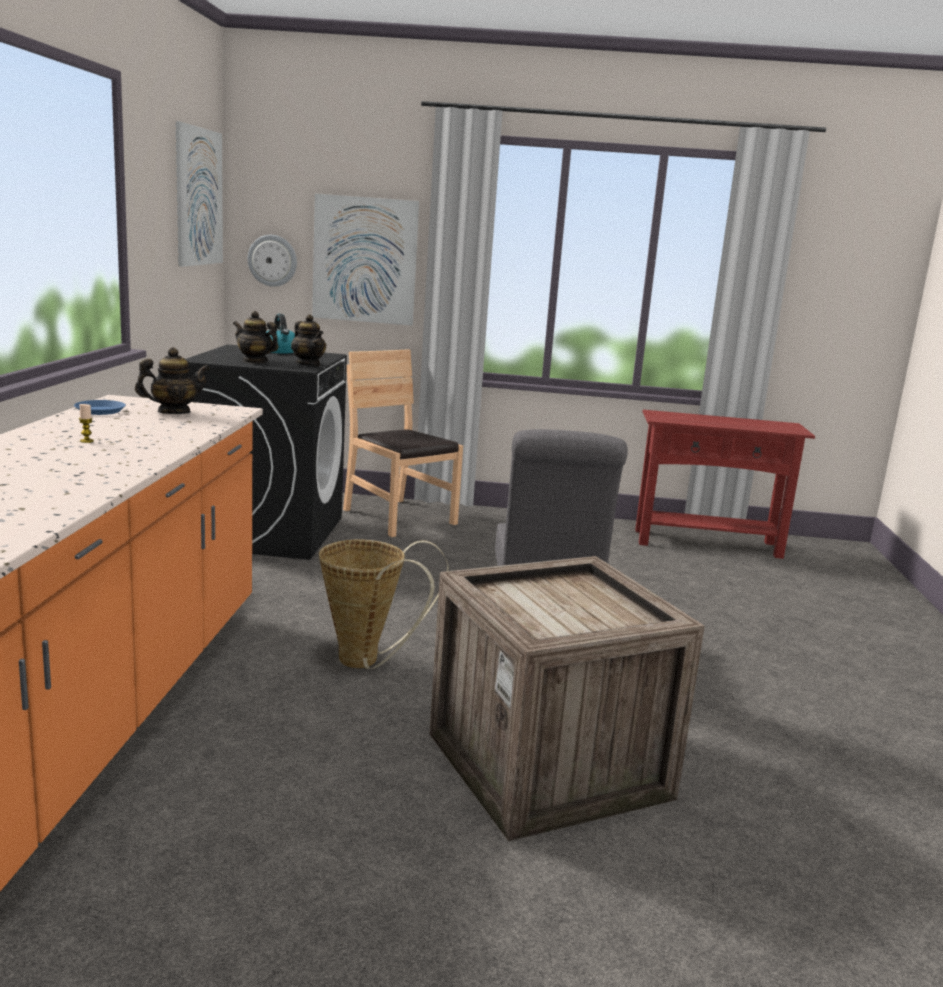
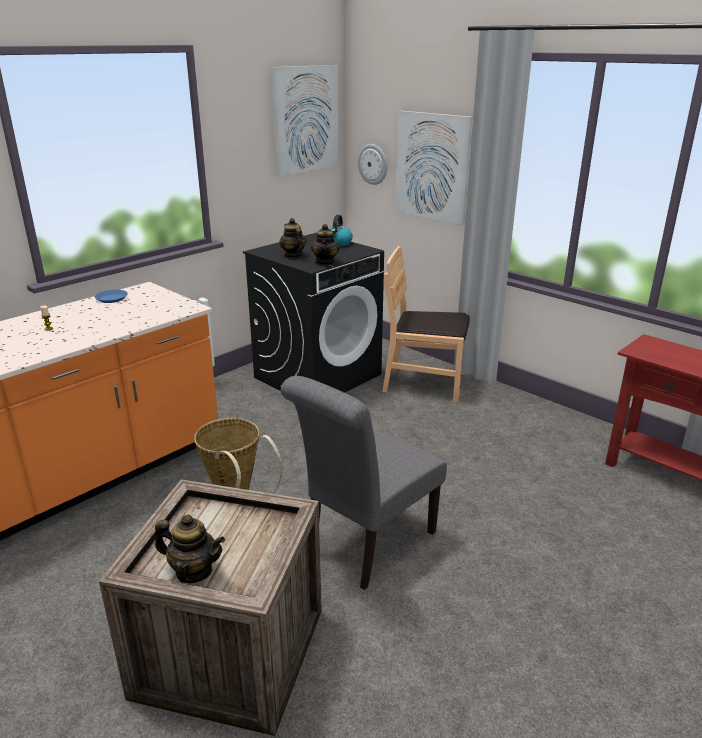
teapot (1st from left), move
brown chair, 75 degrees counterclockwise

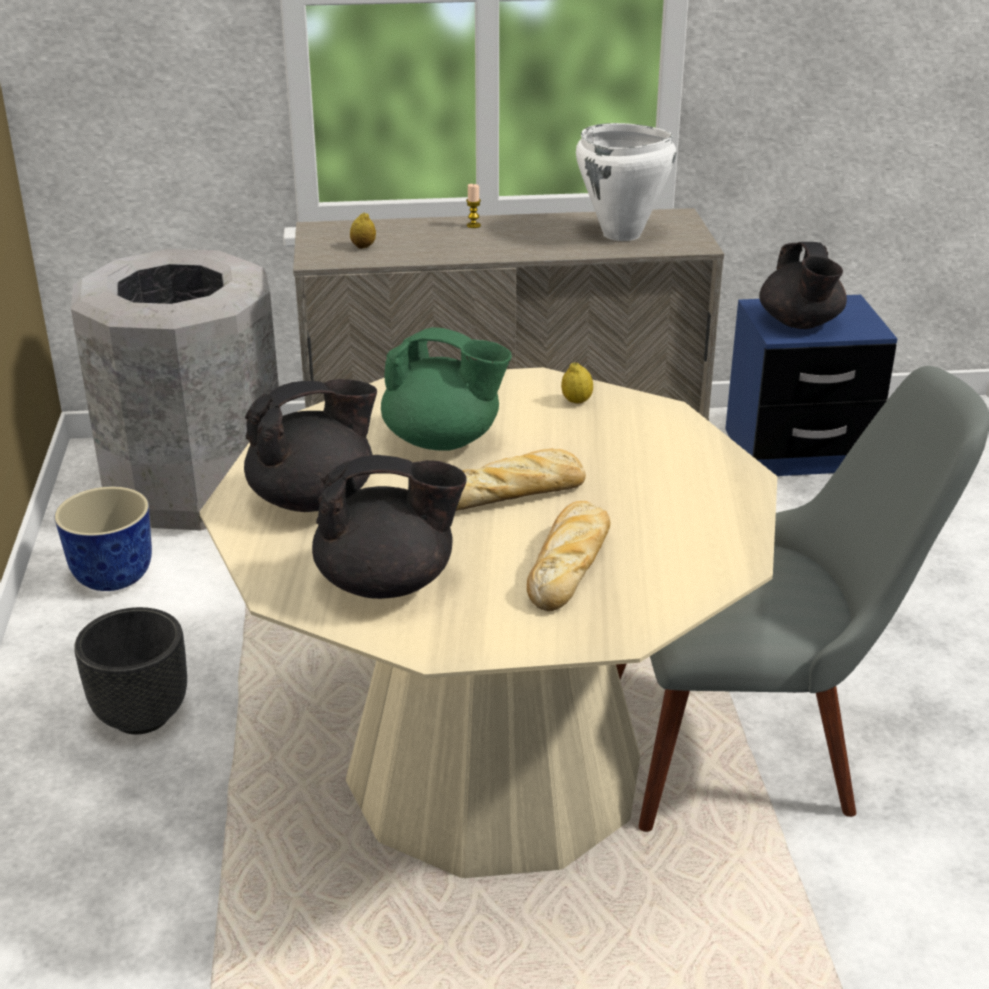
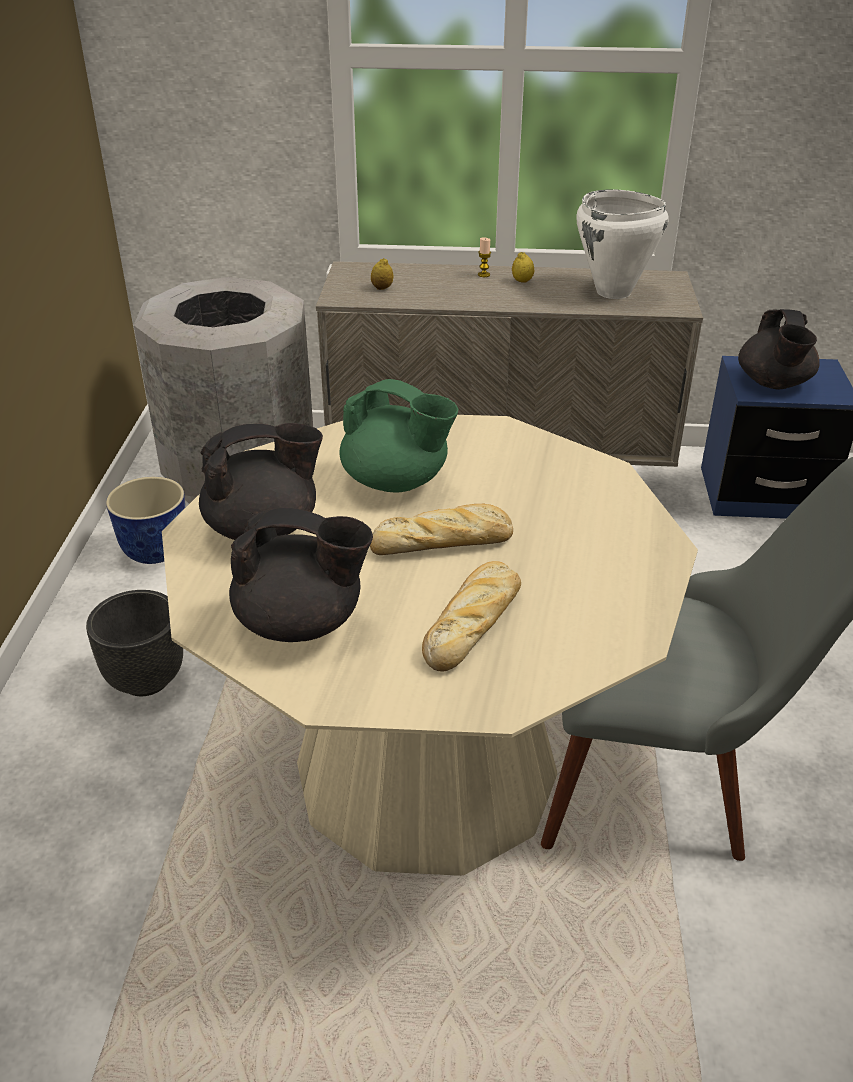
lemon (2nd from left), move

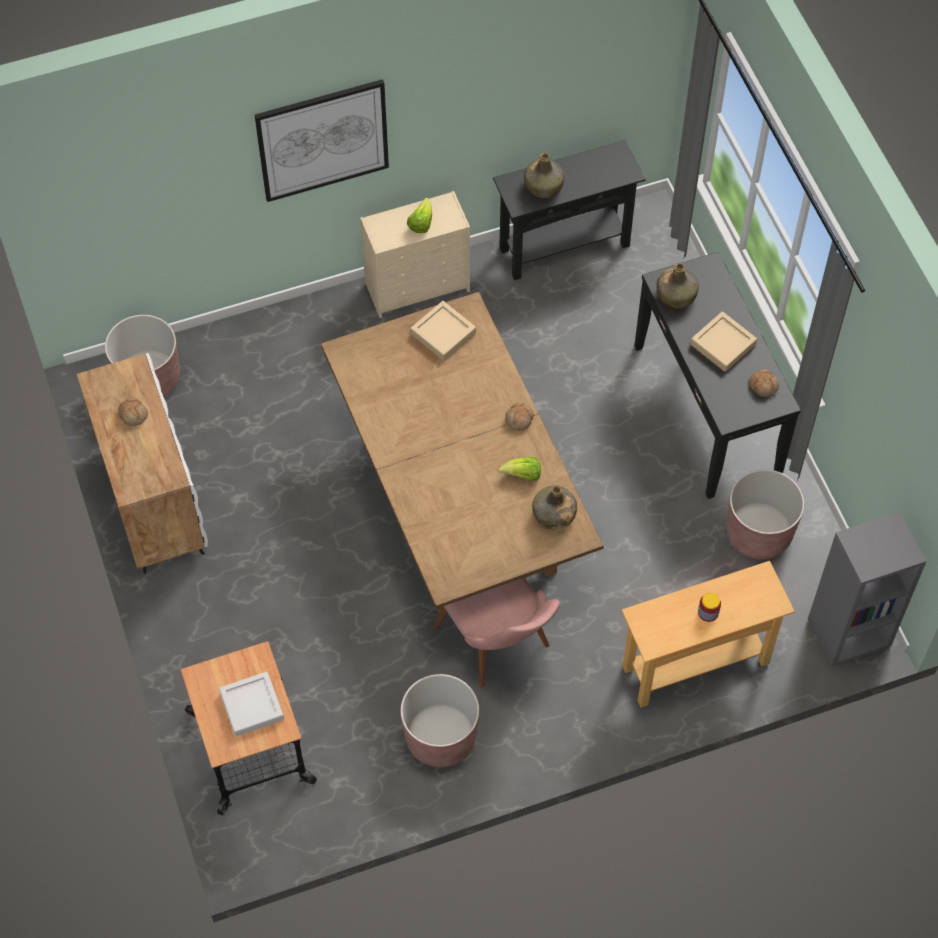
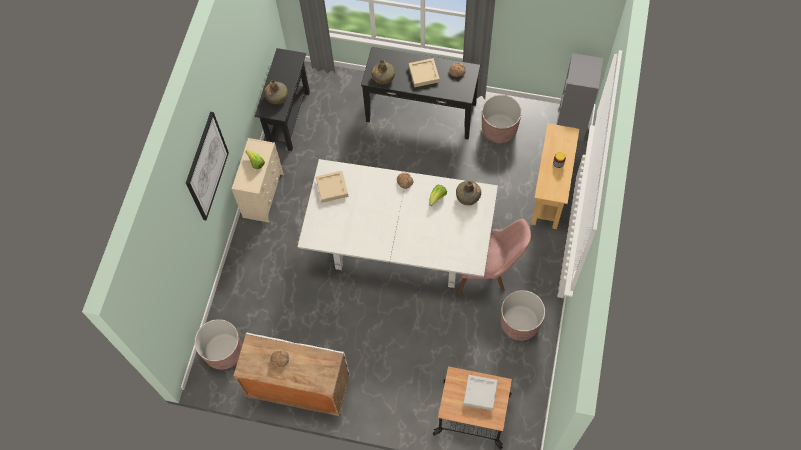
brown dining table => white dining table

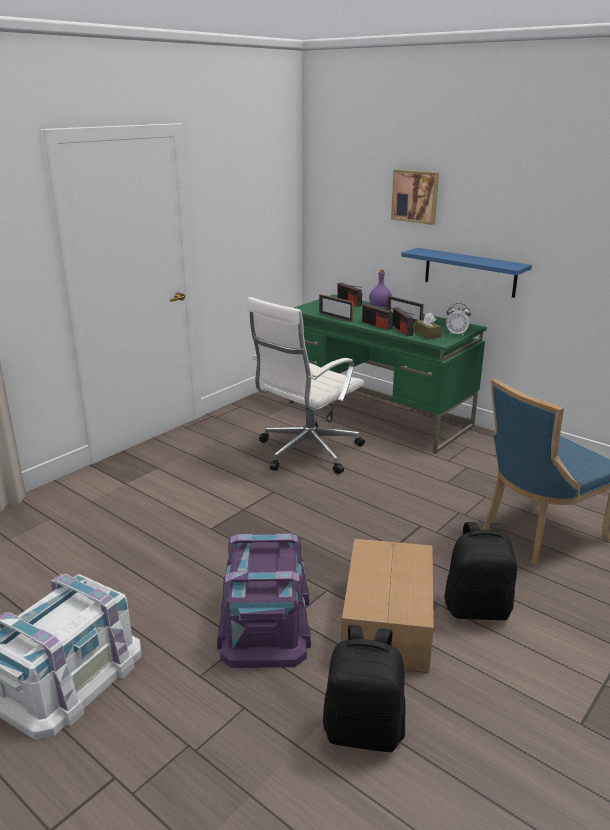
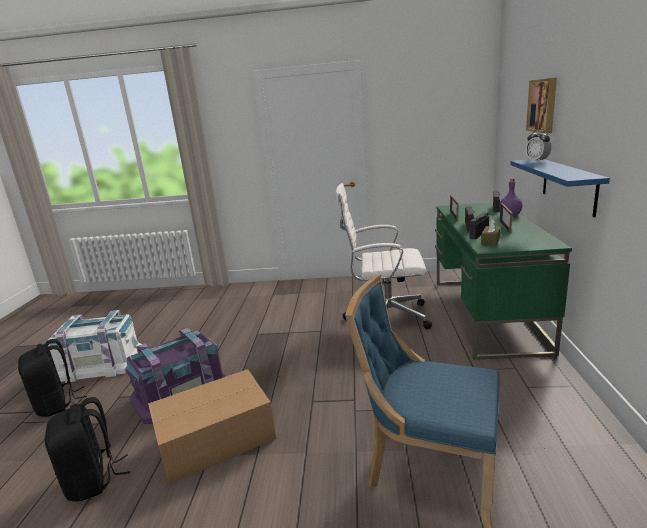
black backpack (2nd from left in the first image) => black backpack (1st from left), move
alarm clock, move

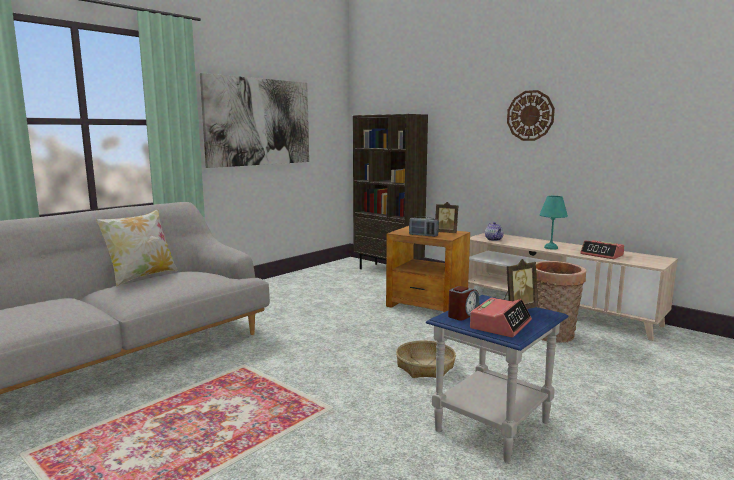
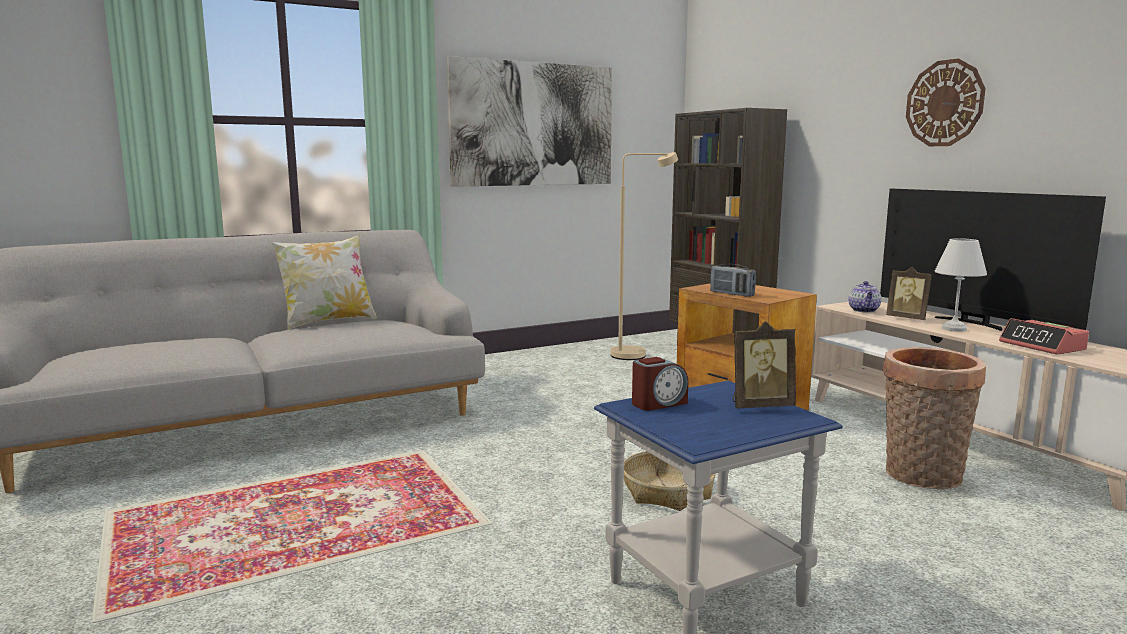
nothing => beige floor lamp
nothing => television
picture frame (1st from left in the first image) => picture frame (2nd from left), move
turquoise table lamp => white table lamp
alarm clock (2nd from left) => nothing

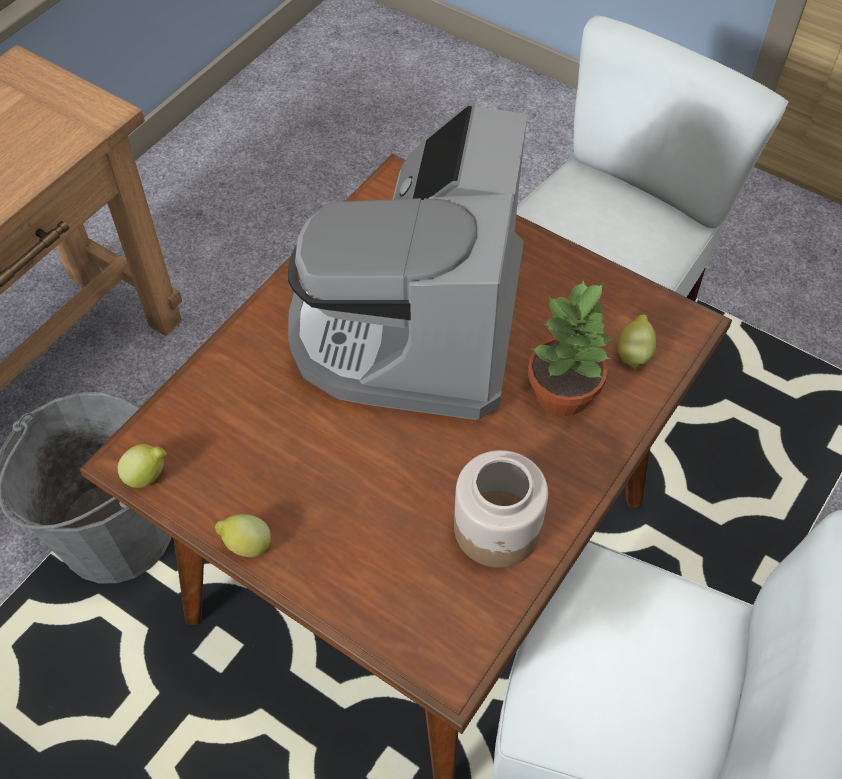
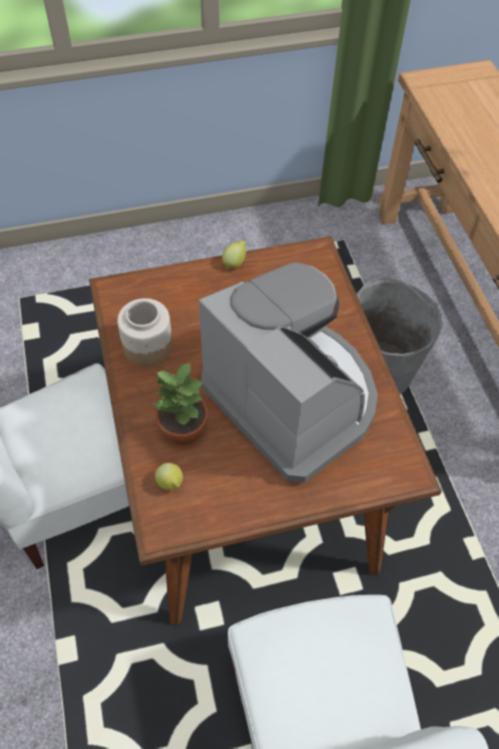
lemon (1st from left) => nothing

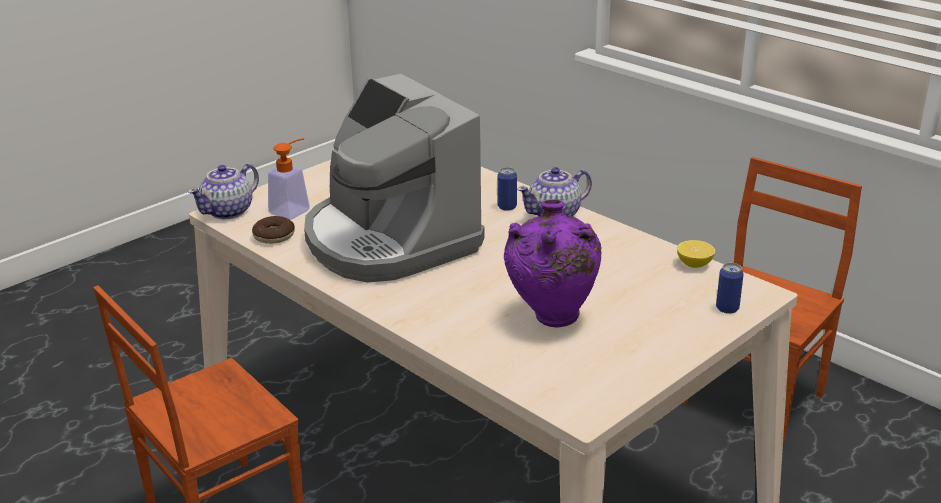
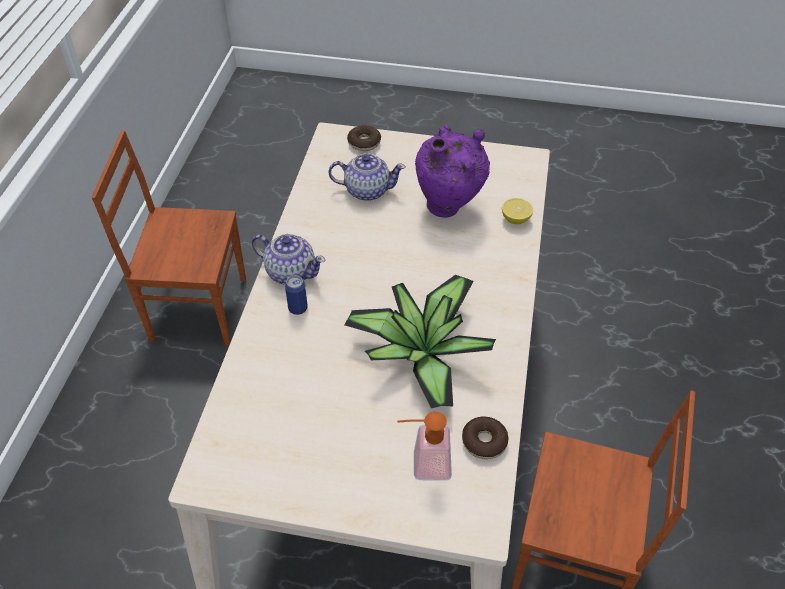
teapot (1st from left in the first image) => teapot (2nd from left), move
coffee machine => potted plant
can (2nd from left) => donut (1st from left)
lemon, move

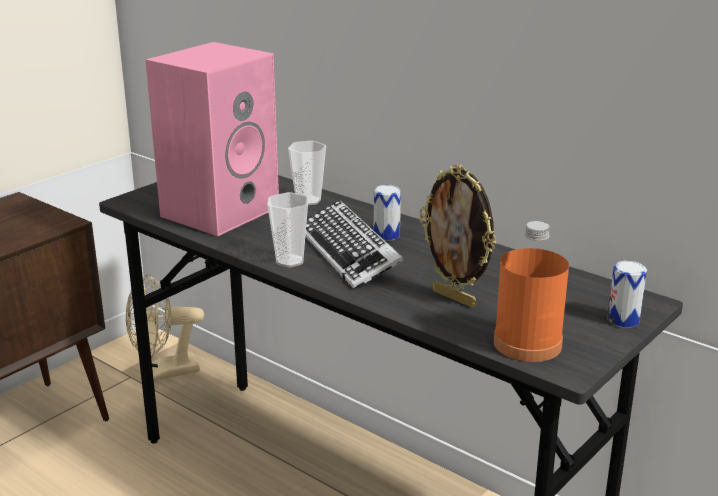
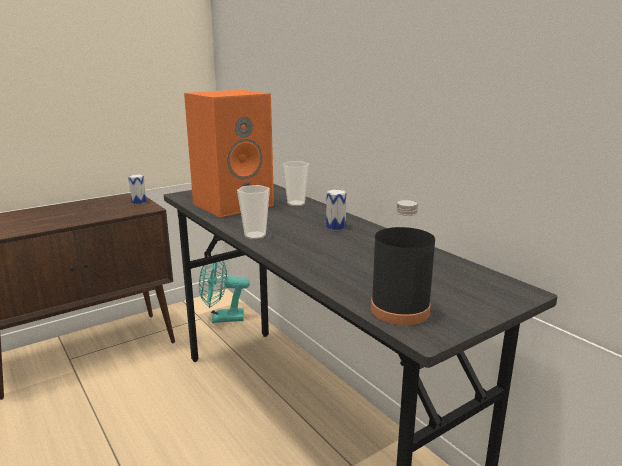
can (2nd from left in the first image) => can (1st from left), move
pink speaker => orange speaker
beige fan => turquoise fan
orange bottle => black bottle
keyboard => nothing
picture frame => nothing

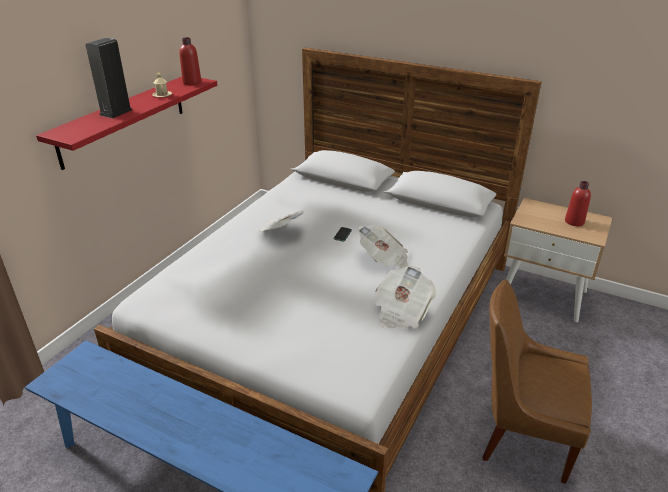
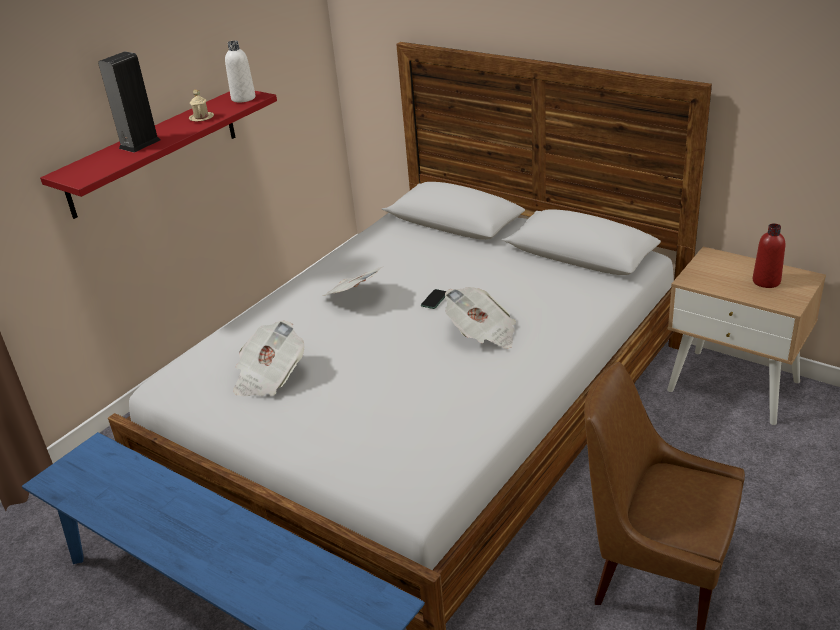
red bottle (1st from left) => white bottle
newspaper (3rd from left in the first image) => newspaper (1st from left), move

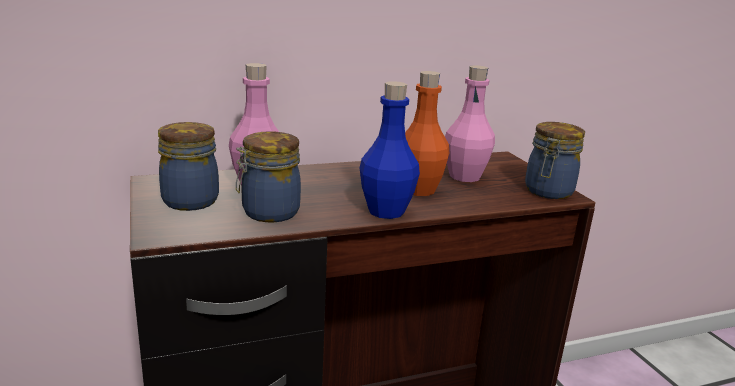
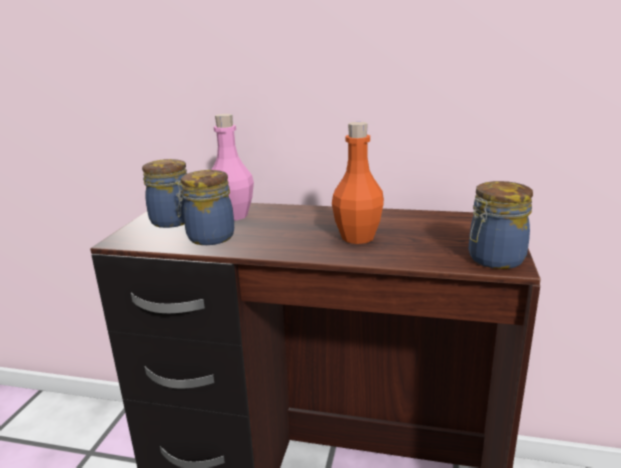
blue bottle => nothing
pink bottle (2nd from left) => nothing

